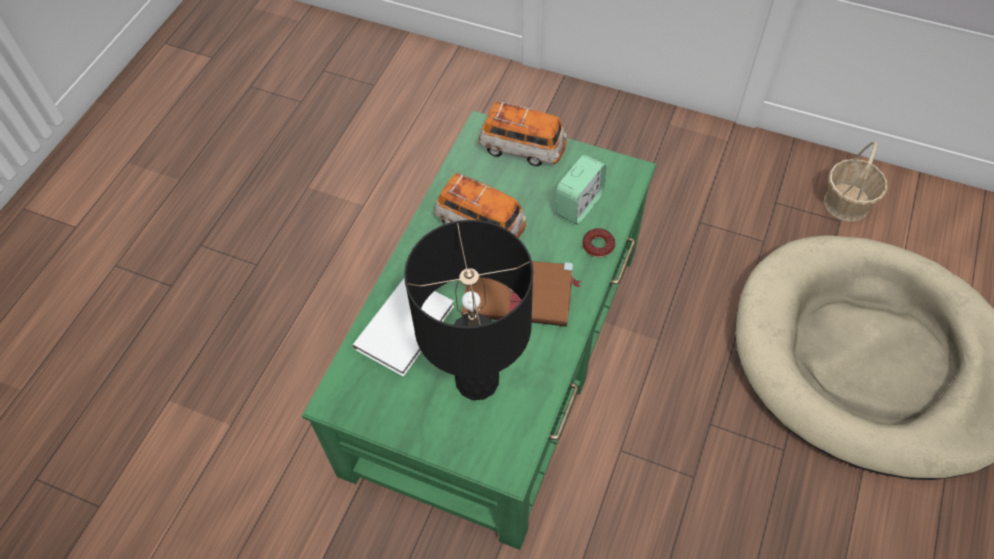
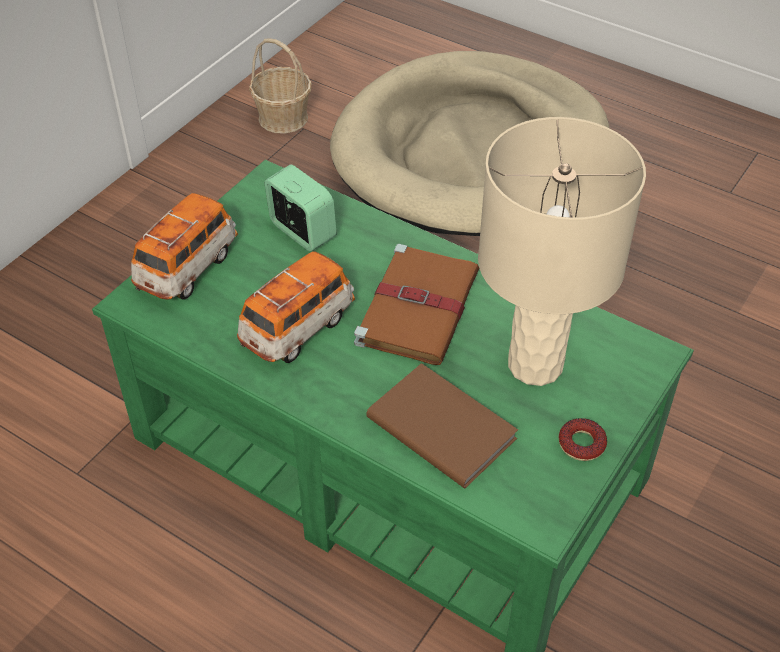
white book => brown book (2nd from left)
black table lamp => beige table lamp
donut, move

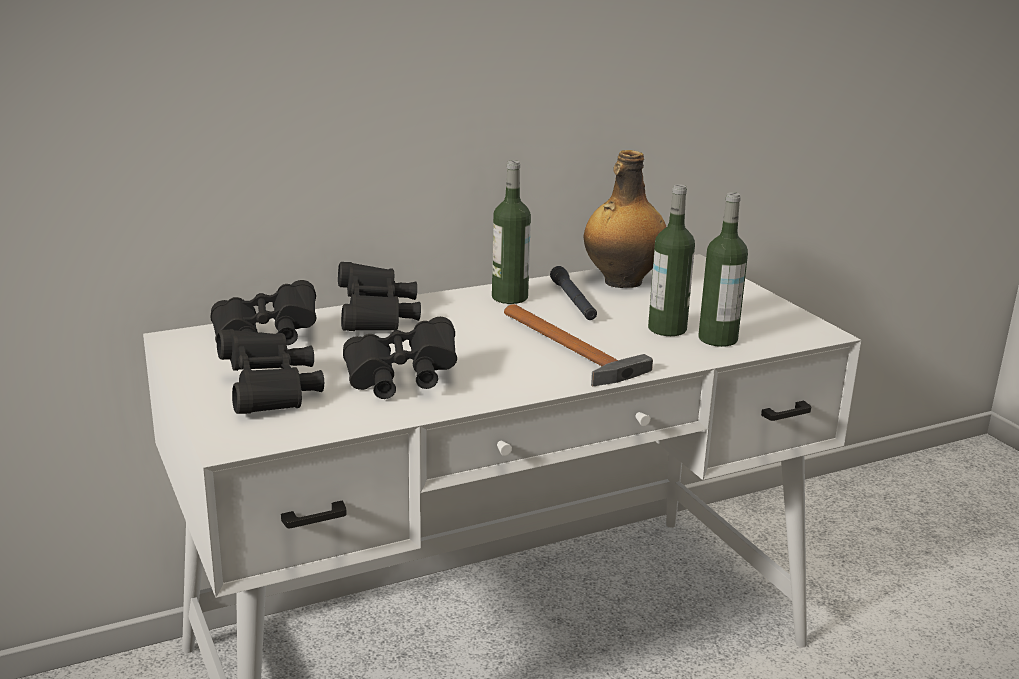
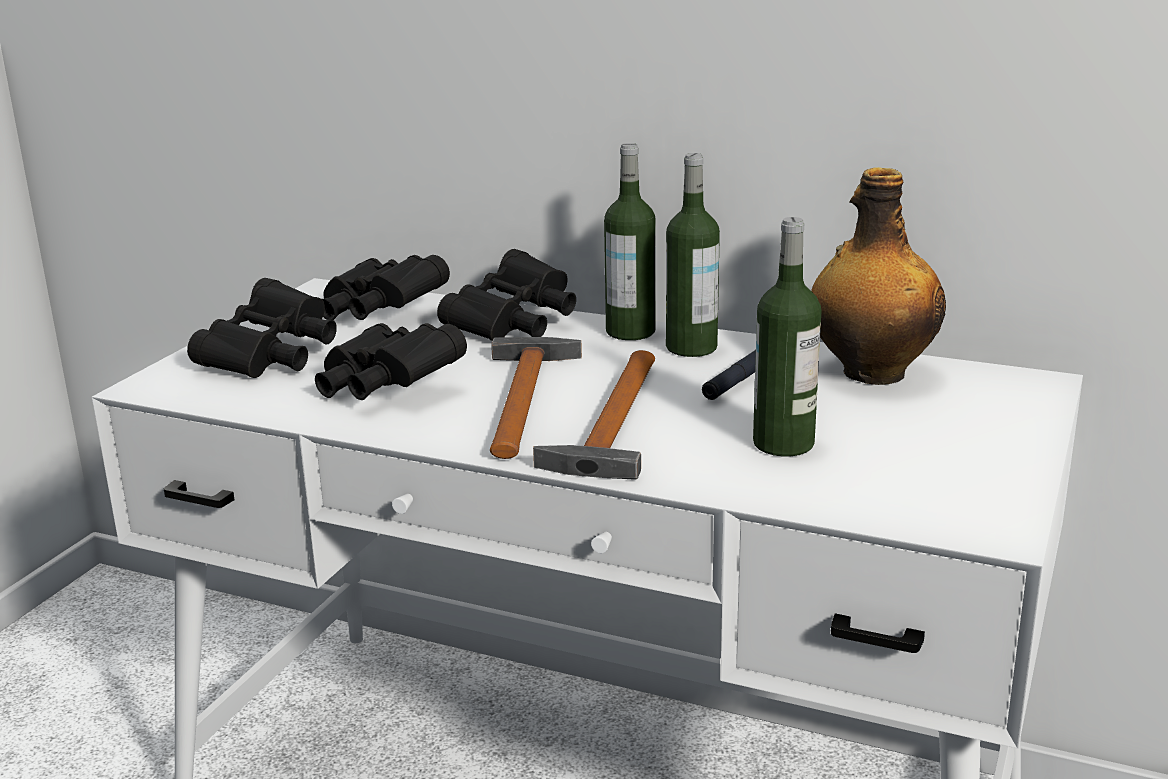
nothing => hammer (1st from left)
bottle (4th from left in the first image) => bottle (1st from left), move

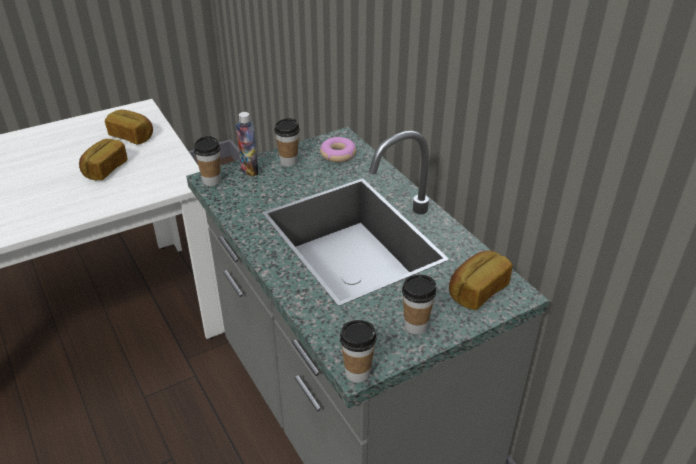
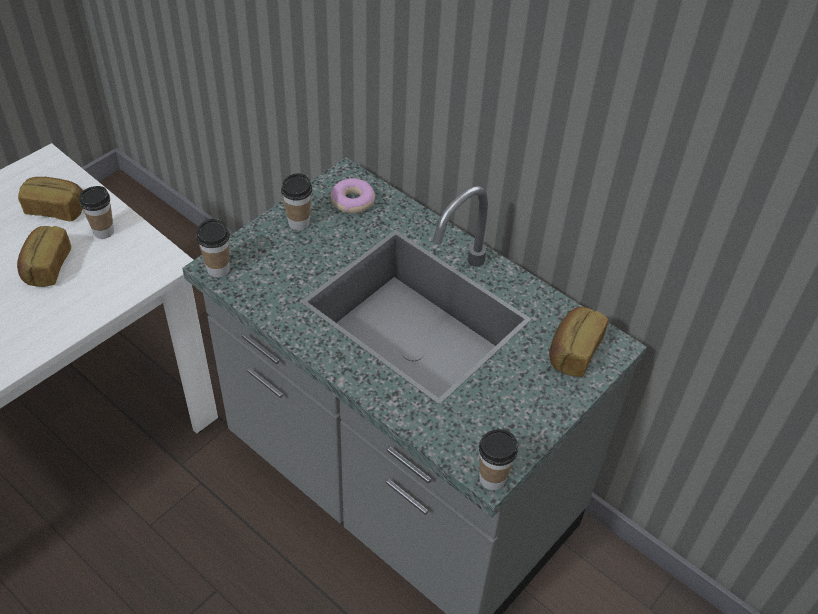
cup (4th from left in the first image) => cup (1st from left), move
bottle => nothing

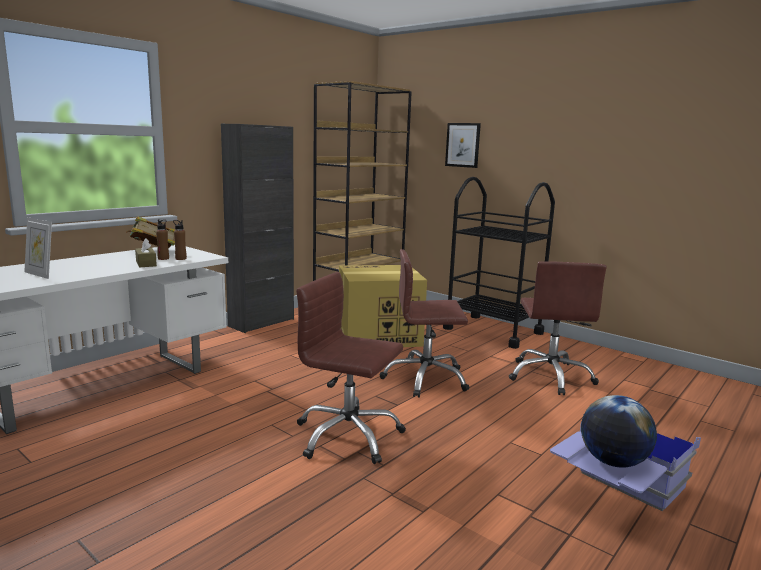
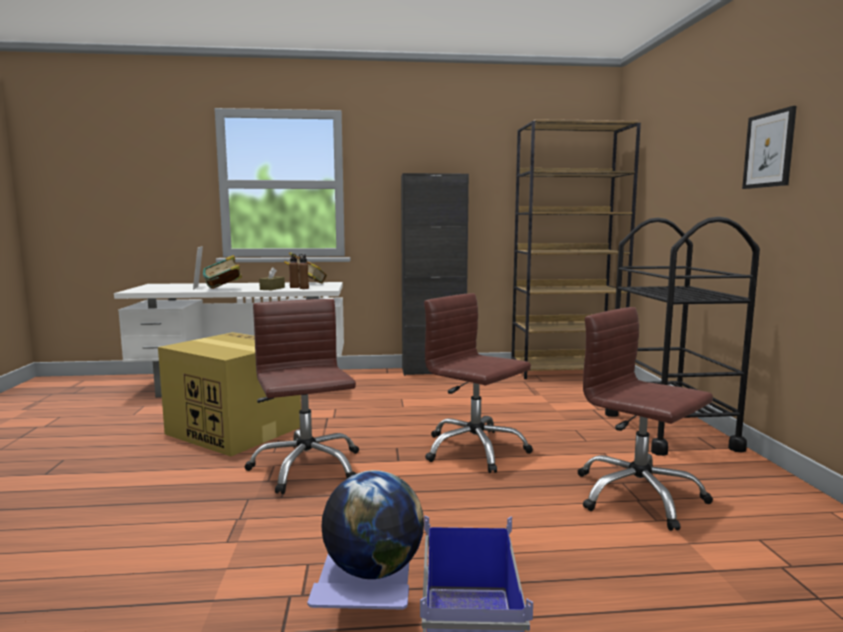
cardboard box, move
nothing => book (1st from left)
brown office chair (3rd from left), 90 degrees clockwise
picture, move

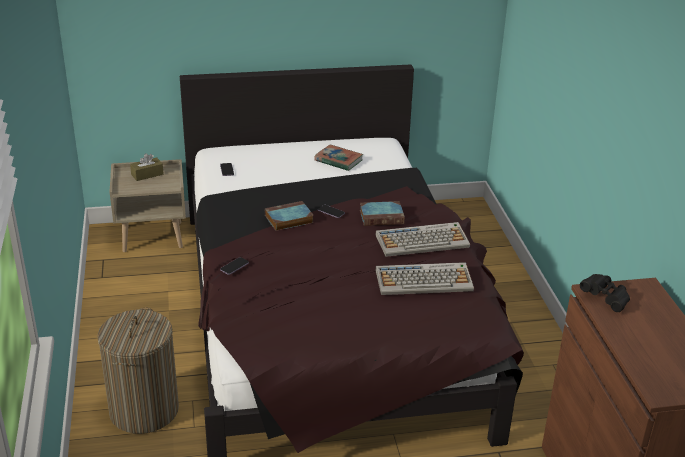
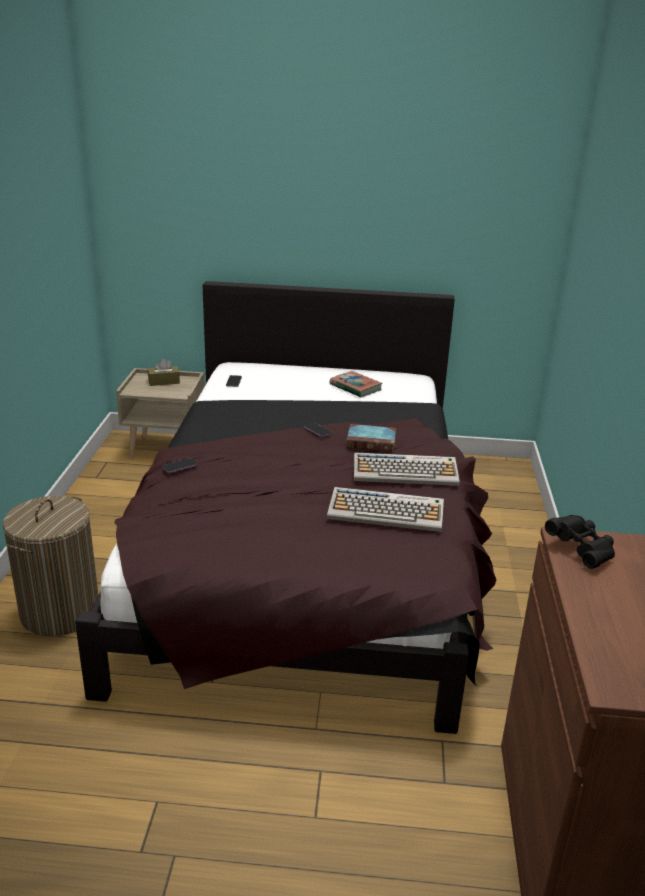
book (1st from left) => nothing

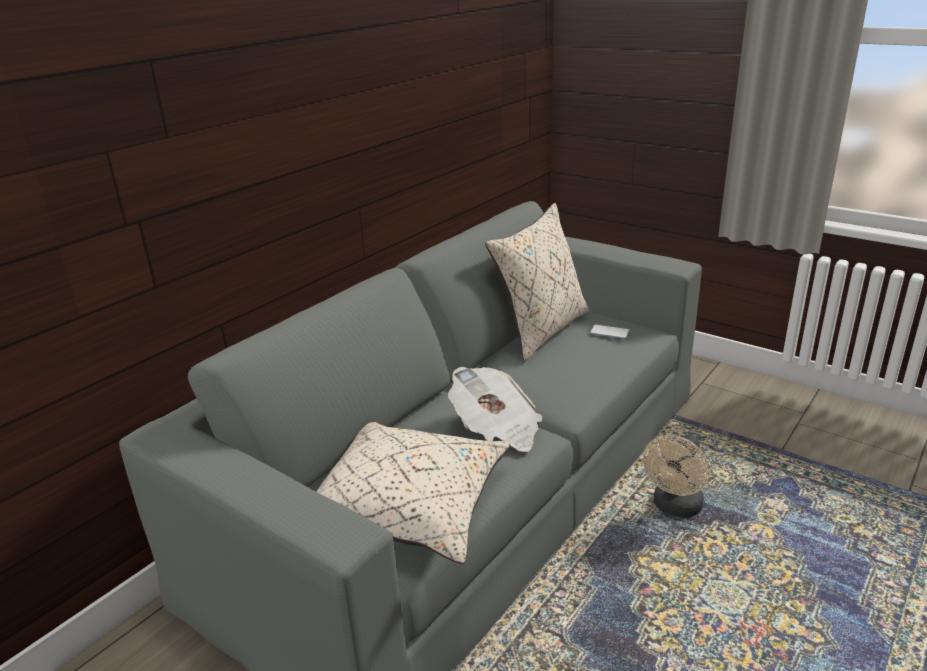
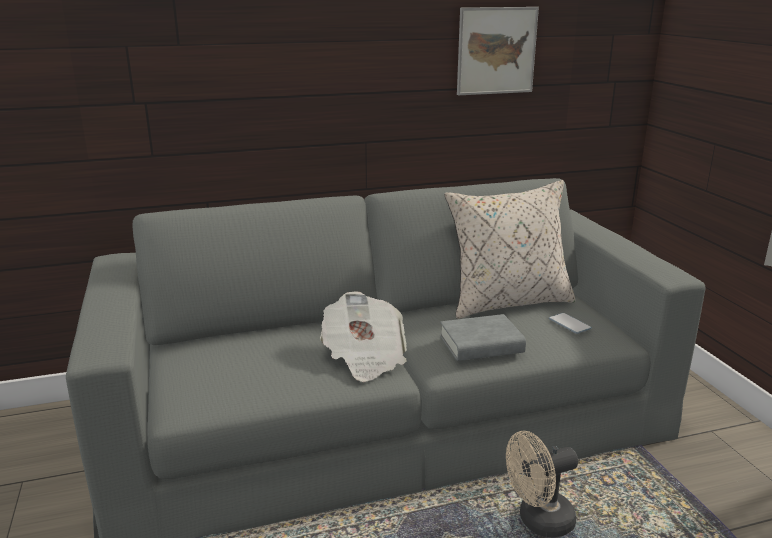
nothing => grey book
nothing => picture
beige pillow (1st from left) => nothing

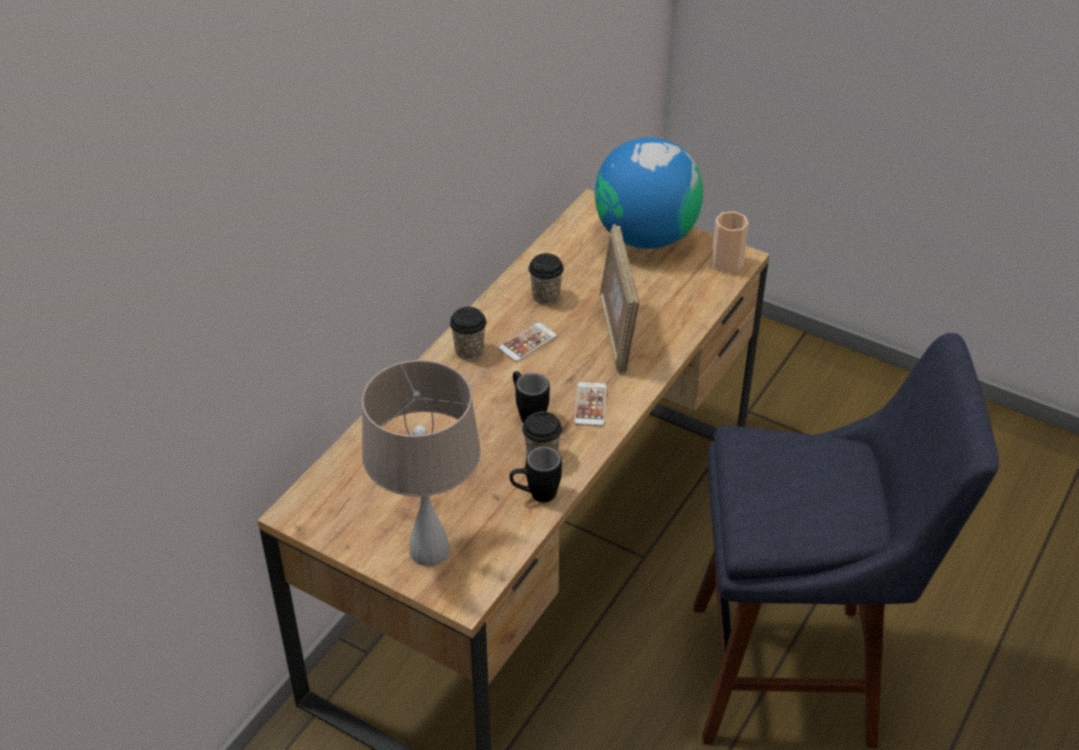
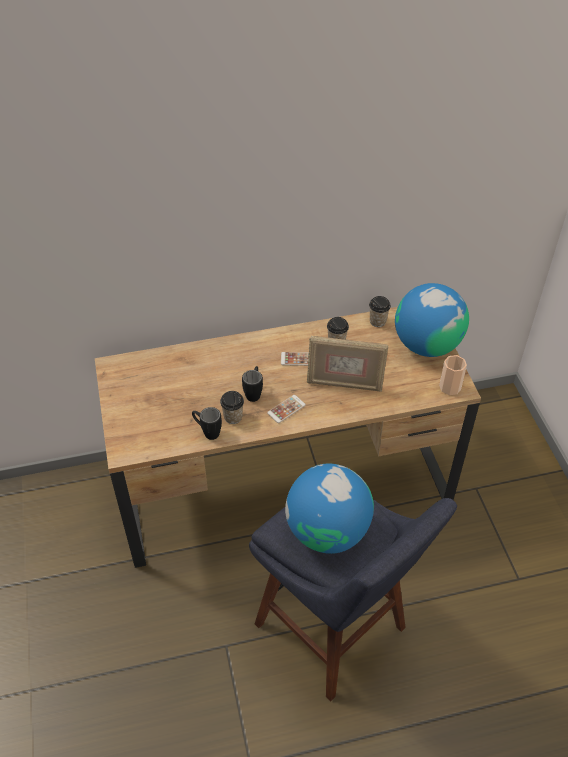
nothing => globe (1st from left)
picture frame, 120 degrees counterclockwise
cup (1st from left in the first image) => cup (3rd from left), move
beige table lamp => nothing

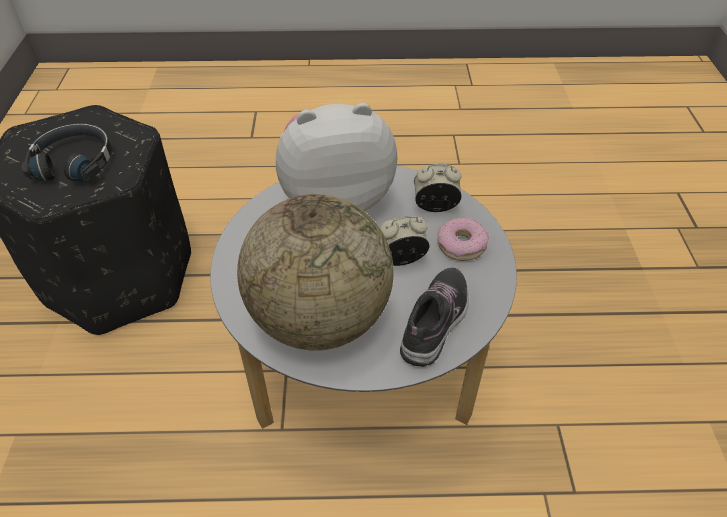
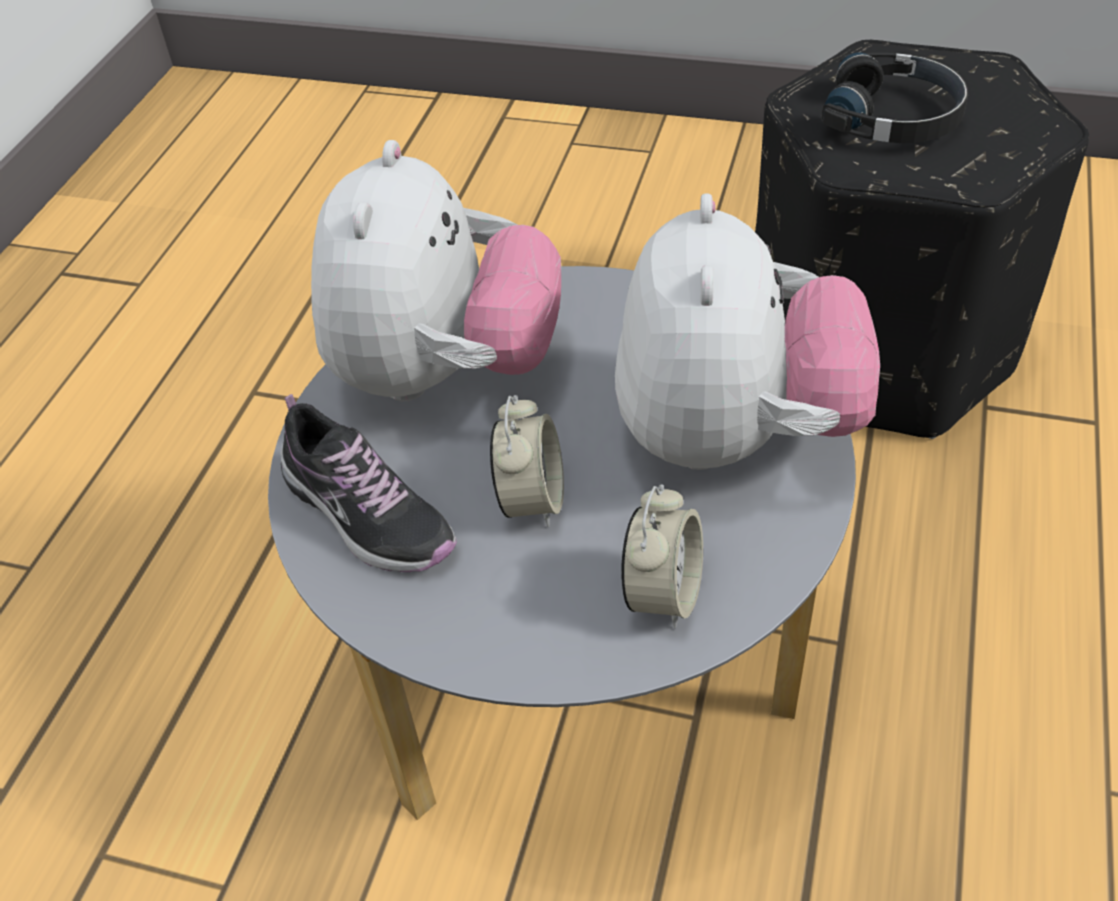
globe => plush toy (1st from left)
donut => nothing

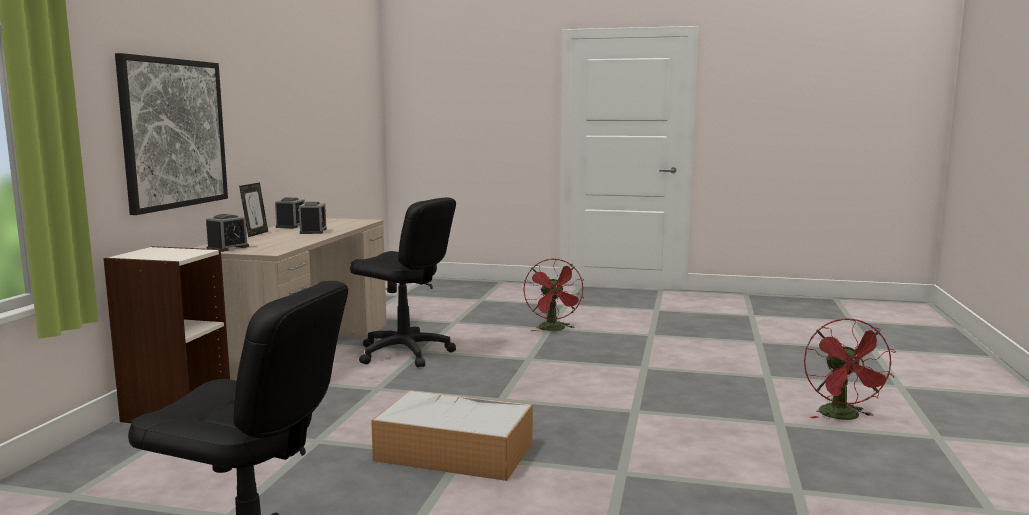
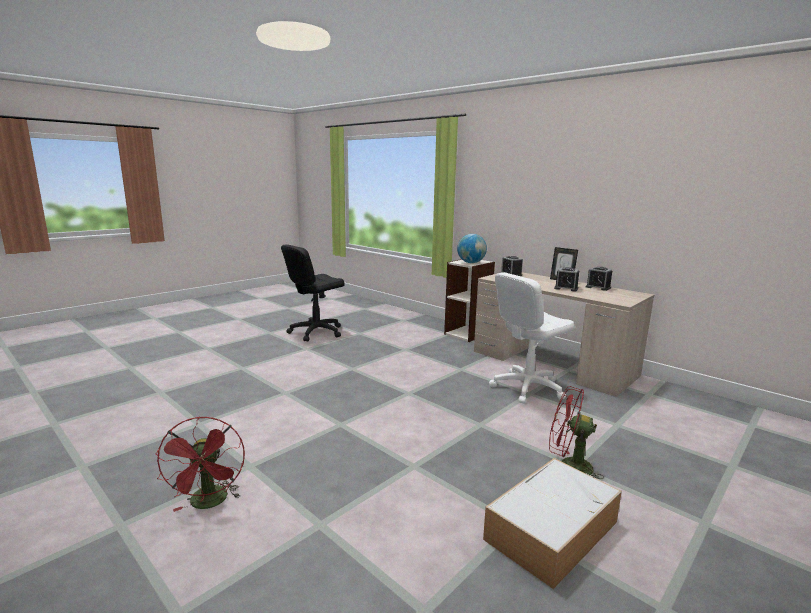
red fan (2nd from left in the first image) => red fan (1st from left), 135 degrees counterclockwise
nothing => globe
storage box, move
black office chair (2nd from left) => white office chair
picture => nothing

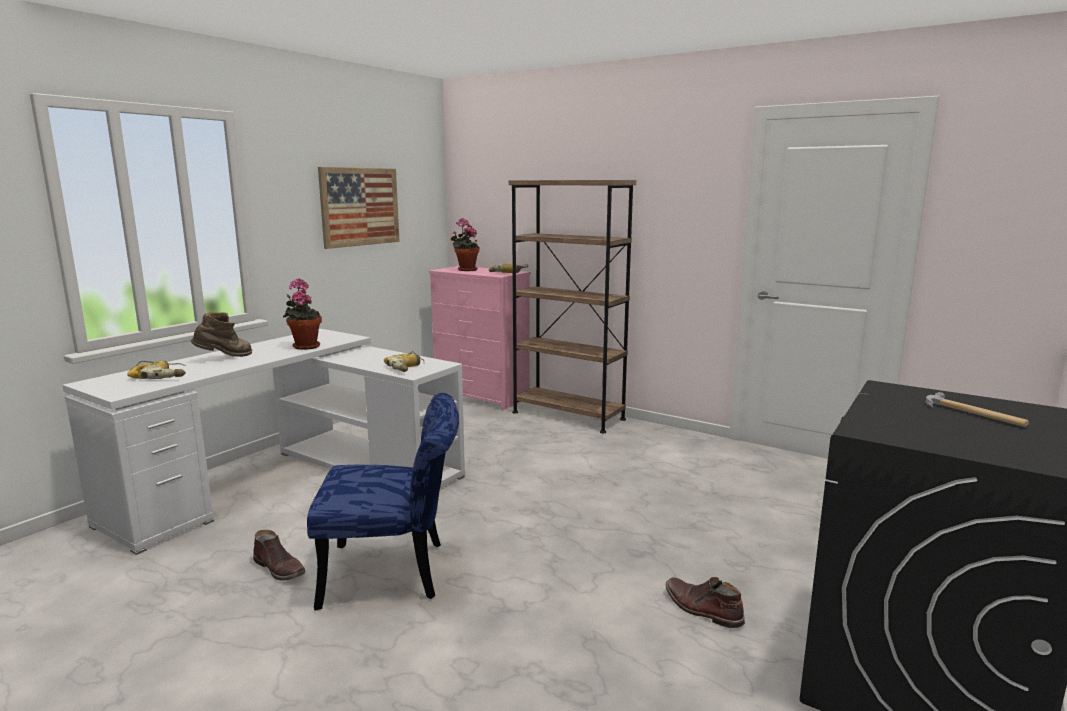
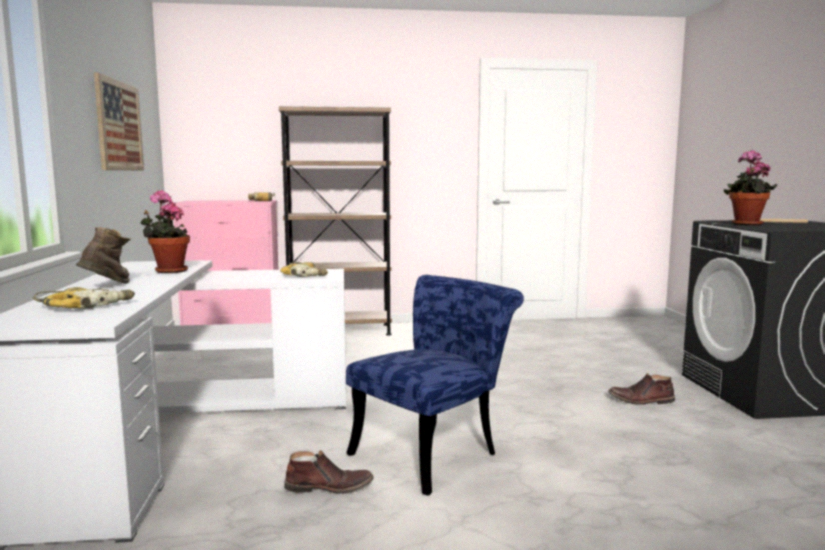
potted plant (2nd from left), move

